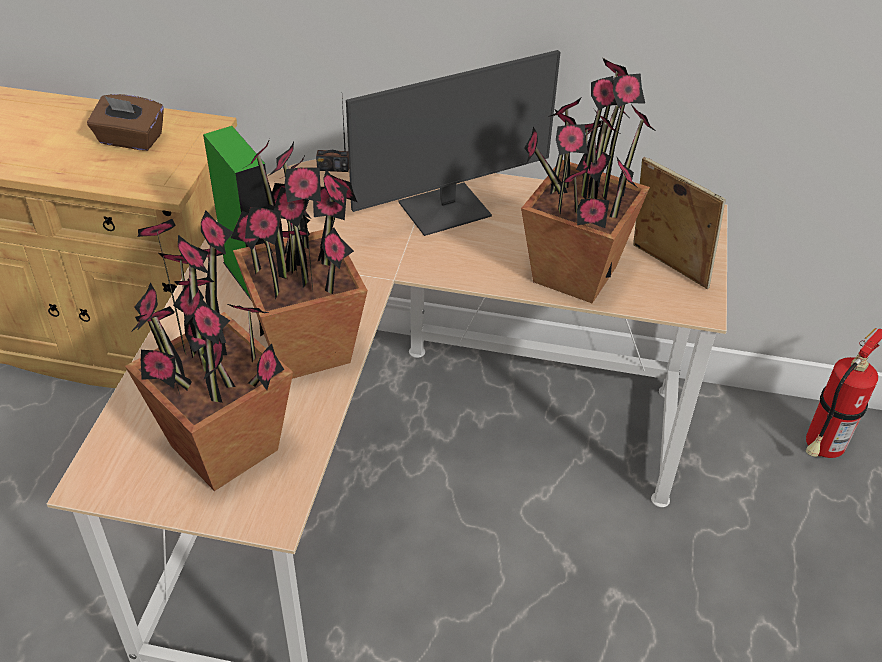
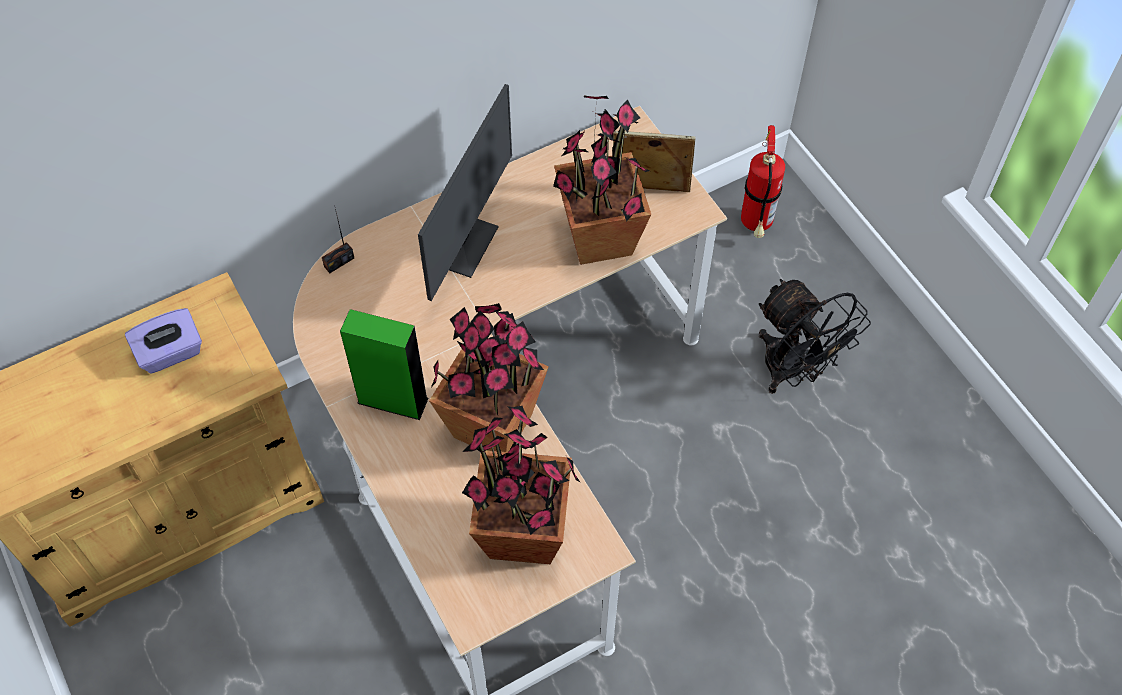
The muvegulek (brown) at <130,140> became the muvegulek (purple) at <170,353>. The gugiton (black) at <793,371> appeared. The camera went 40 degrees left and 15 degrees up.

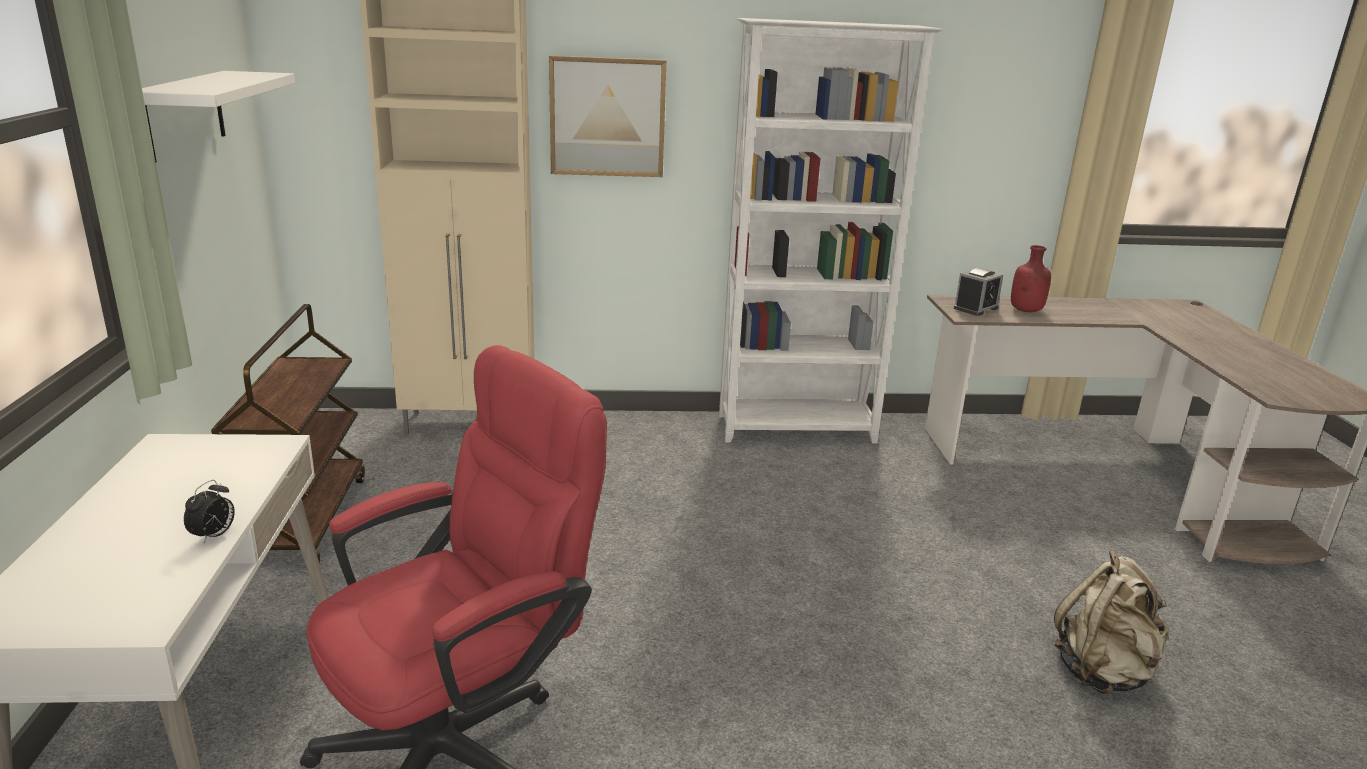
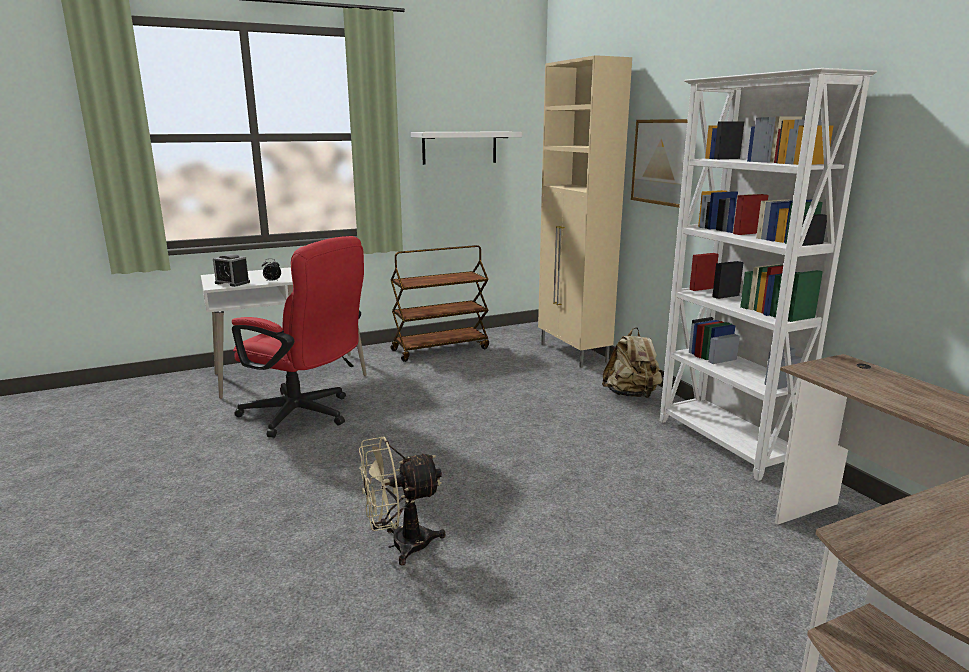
The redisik moved from <975,308> to <232,283>. The gugiton (beige) at <400,545> appeared. The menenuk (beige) moved from <1103,672> to <631,395>. The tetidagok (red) at <1026,310> disappeared. The camera went 70 degrees right and 5 degrees down.

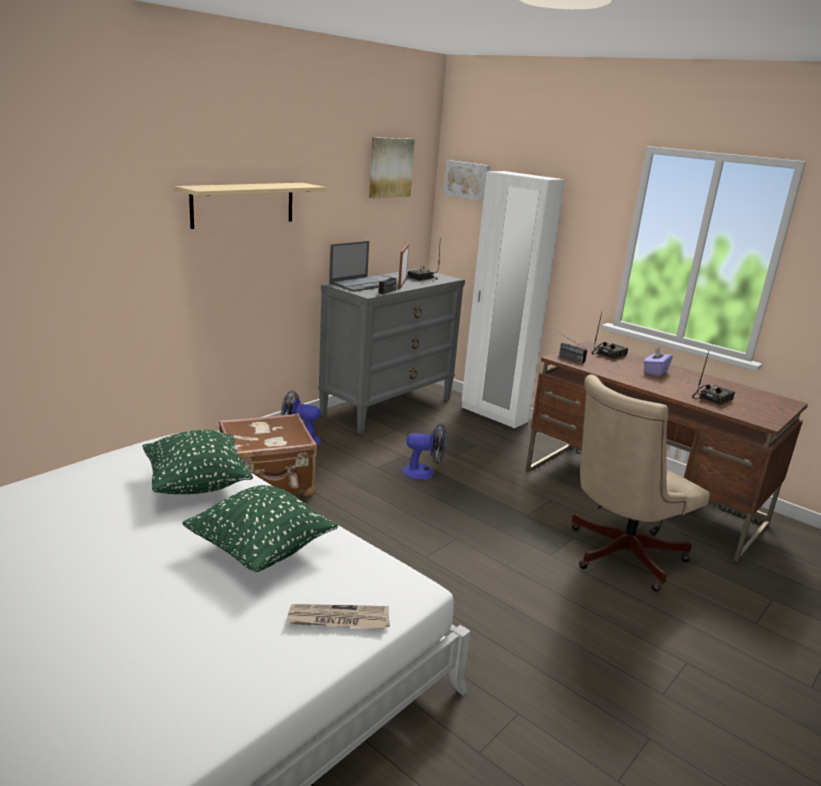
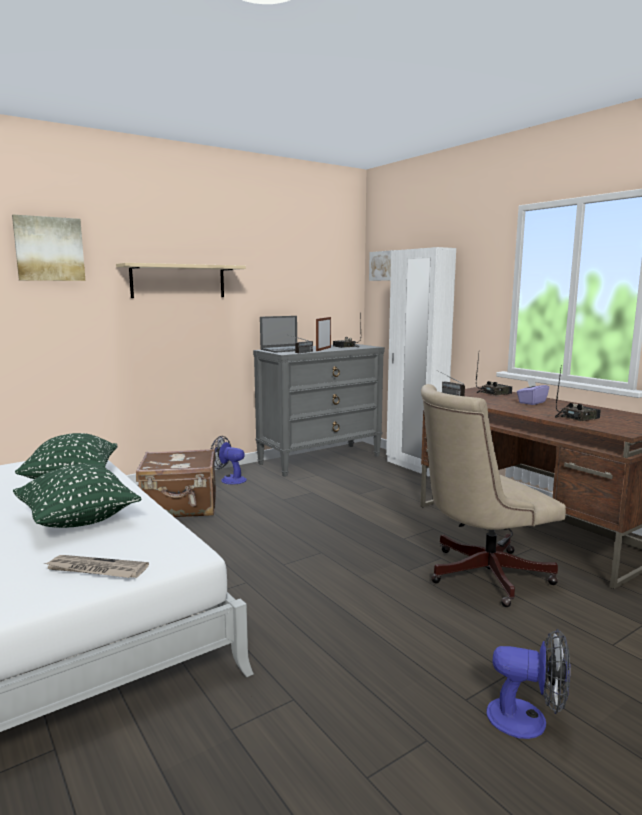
The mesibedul moved from <390,167> to <49,249>. The gugiton moved from <424,473> to <527,720>. The camera went 15 degrees right and 10 degrees down.

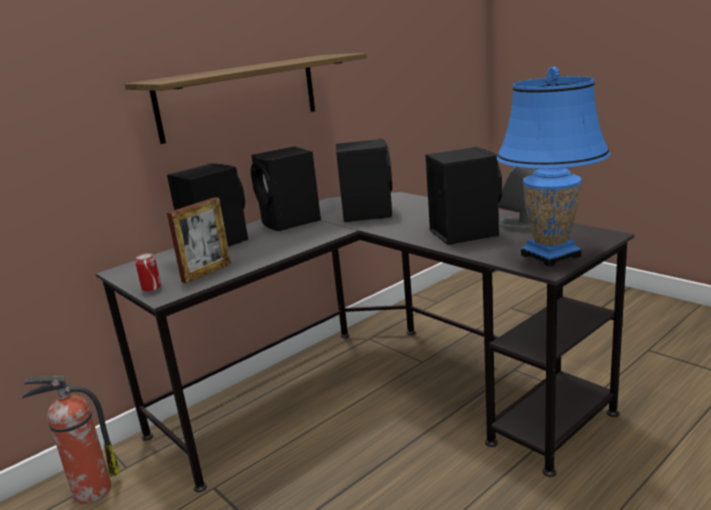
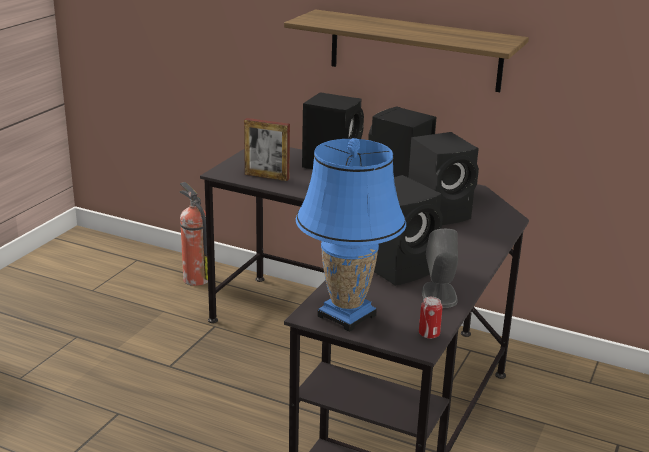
The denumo moved from <151,288> to <429,334>. The camera went 65 degrees right and 5 degrees up.

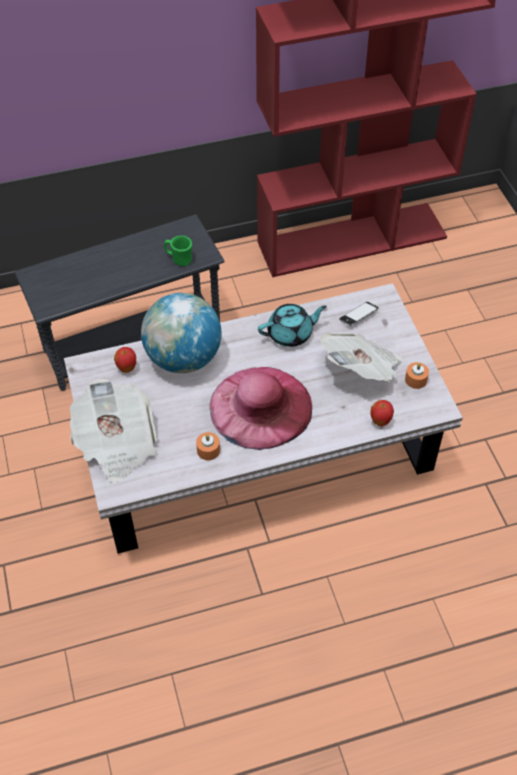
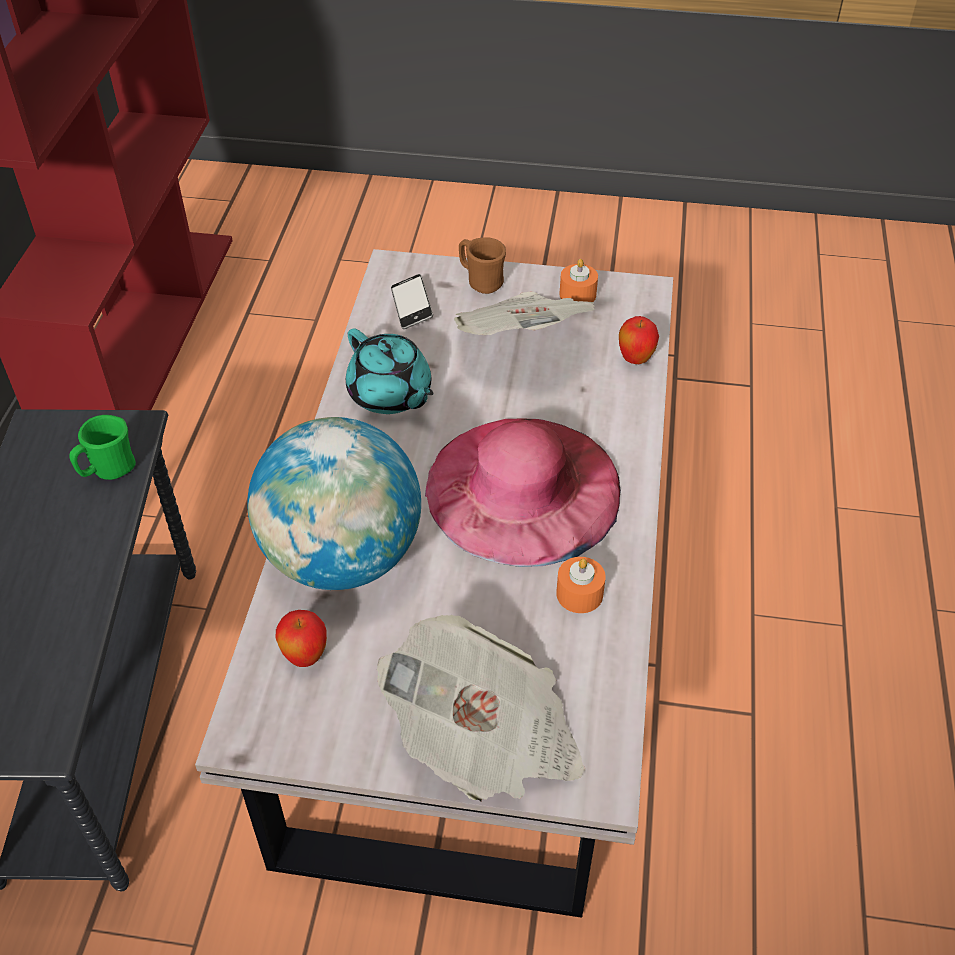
The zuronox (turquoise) at <291,334> turned 135 degrees clockwise. The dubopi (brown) at <480,281> appeared. The camera went 65 degrees left and 5 degrees down.

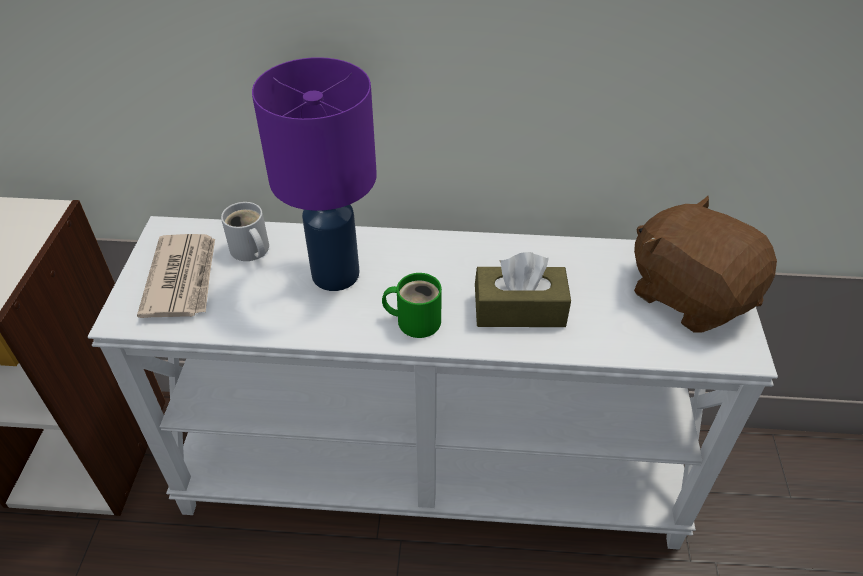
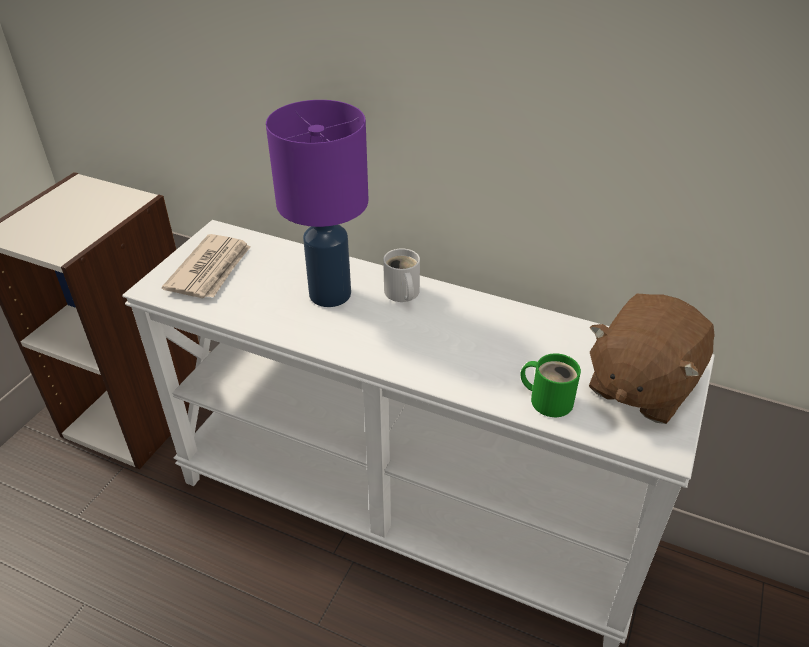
The dubopi (white) moved from <250,251> to <401,294>. The dubopi (green) moved from <415,320> to <548,399>. The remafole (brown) at <690,295> turned 120 degrees counterclockwise. The muvegulek (brown) at <519,310> disappeared. The camera went 20 degrees right and 5 degrees down.

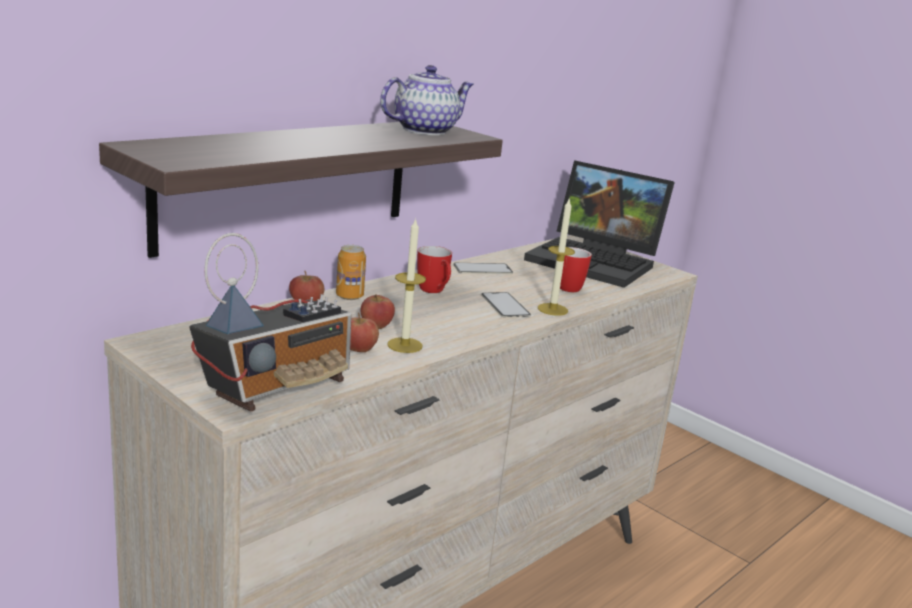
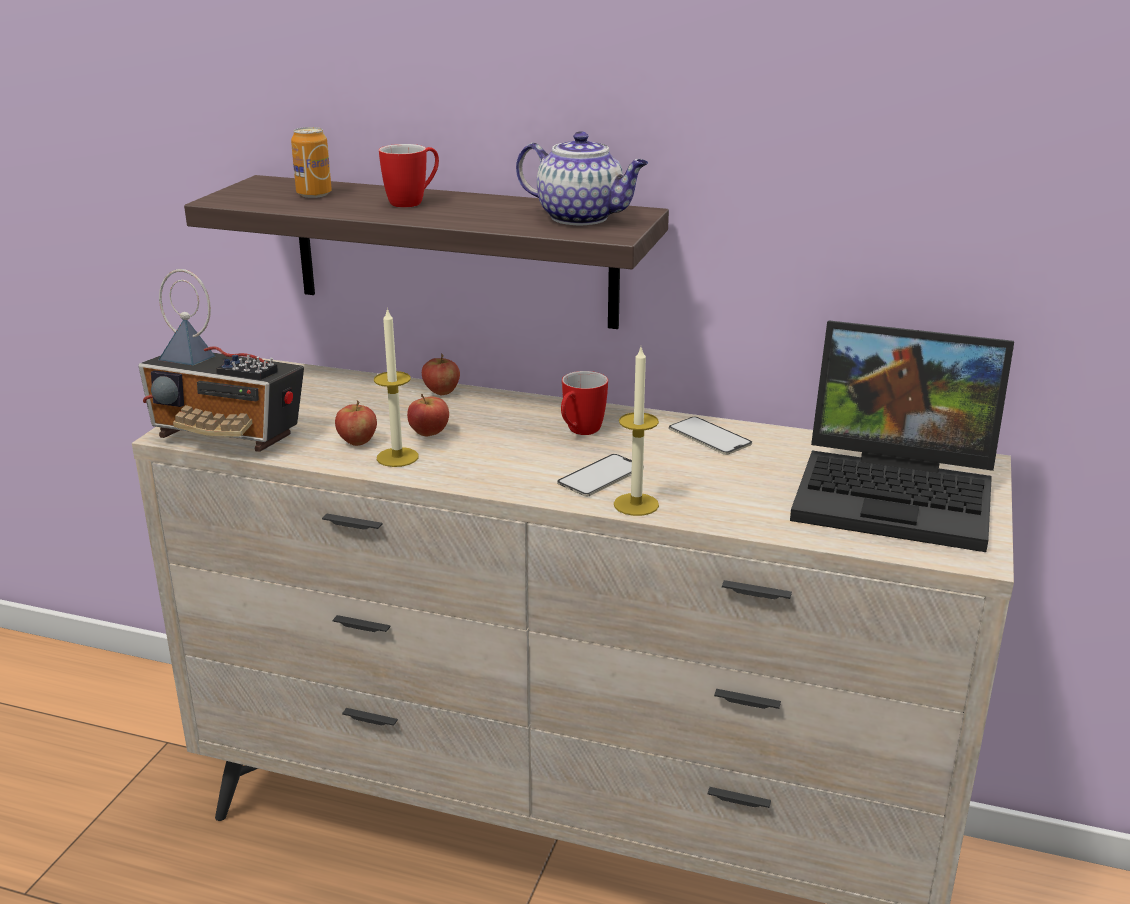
The denumo moved from <349,296> to <314,194>. The dubopi moved from <566,286> to <413,202>. The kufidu at <597,262> turned 75 degrees counterclockwise. The camera went 65 degrees right and 5 degrees up.

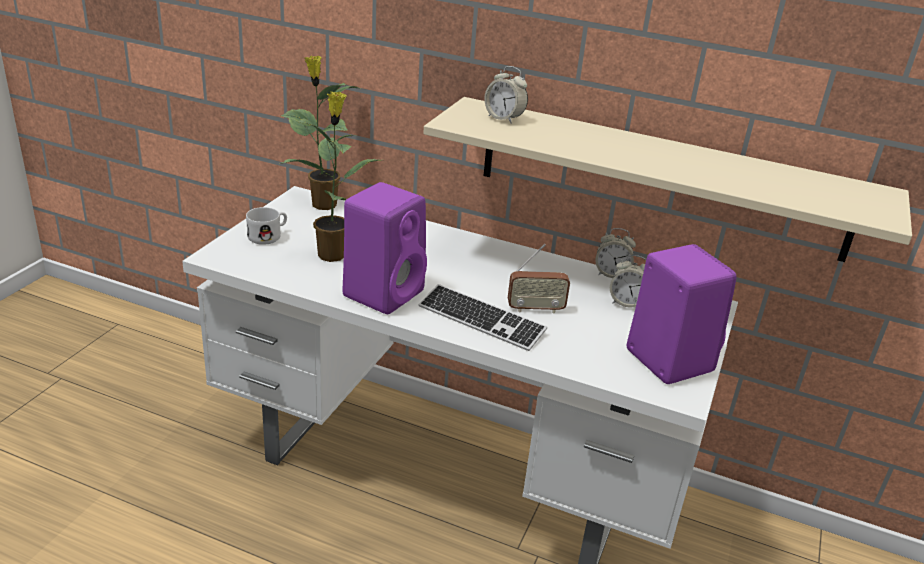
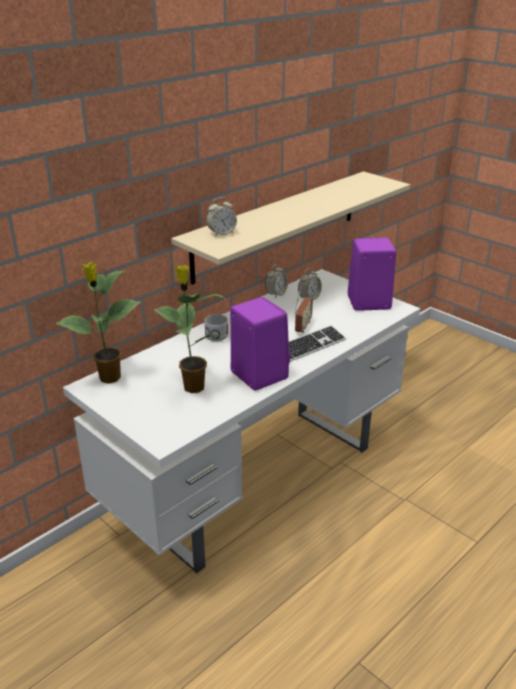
The dubopi (white) moved from <269,236> to <215,334>. The camera went 65 degrees left and 0 degrees up.

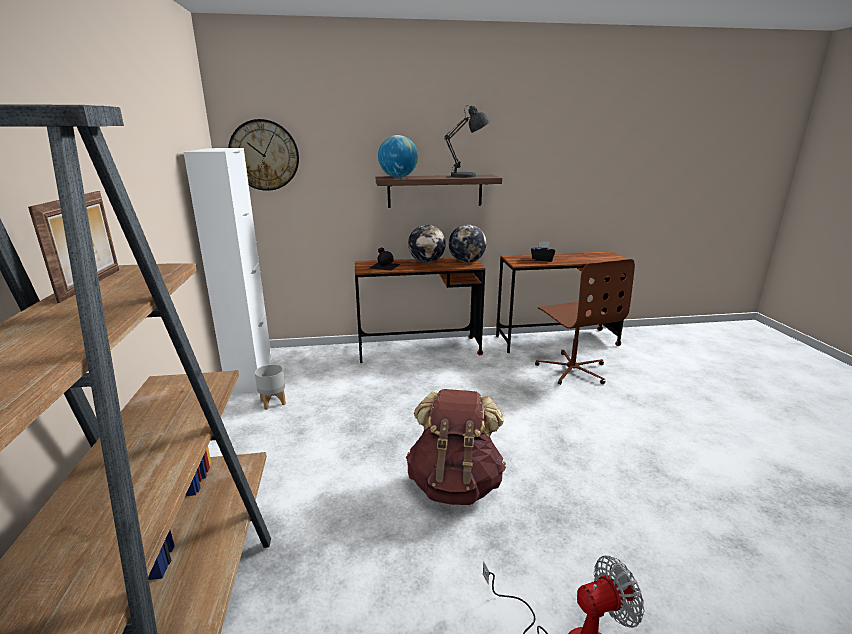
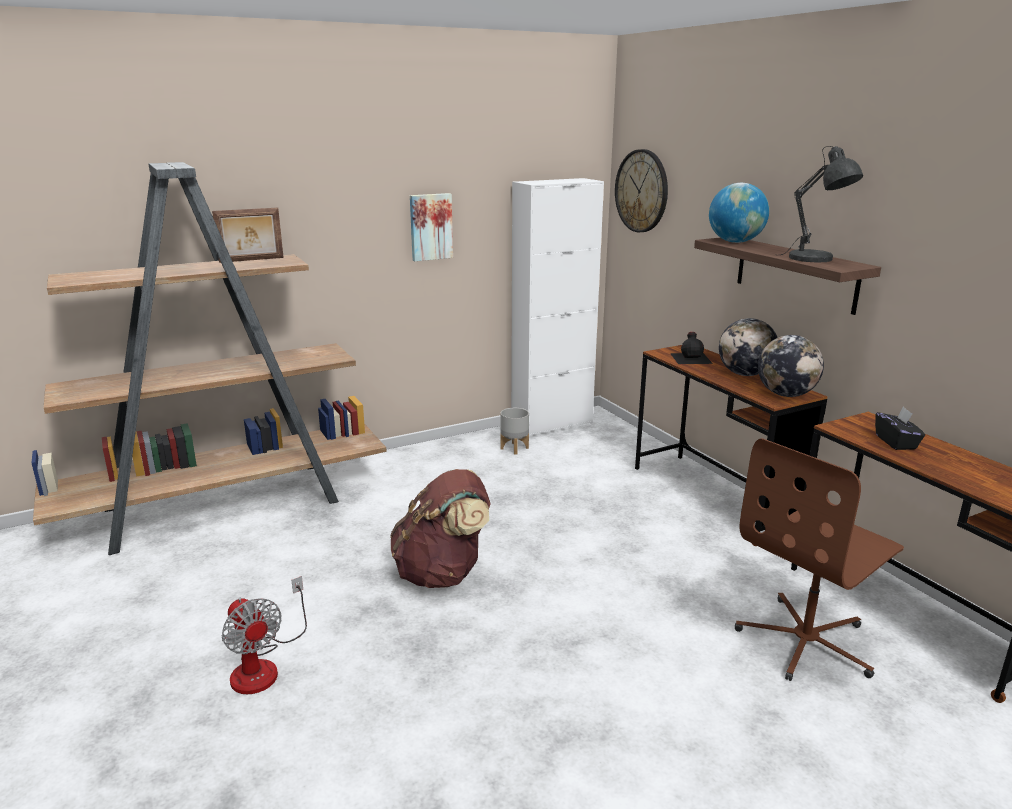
The mesibedul at <430,226> appeared. The camera went 70 degrees right and 0 degrees up.

